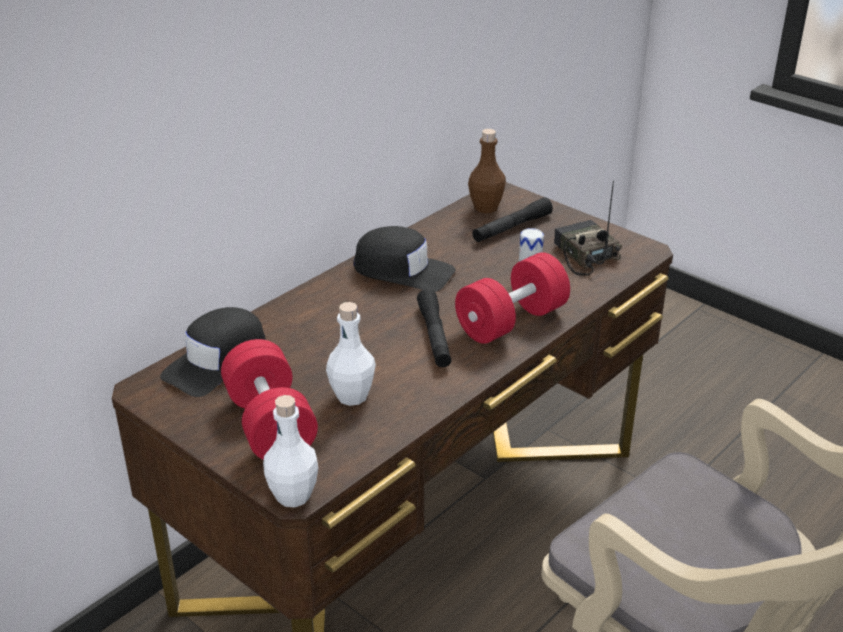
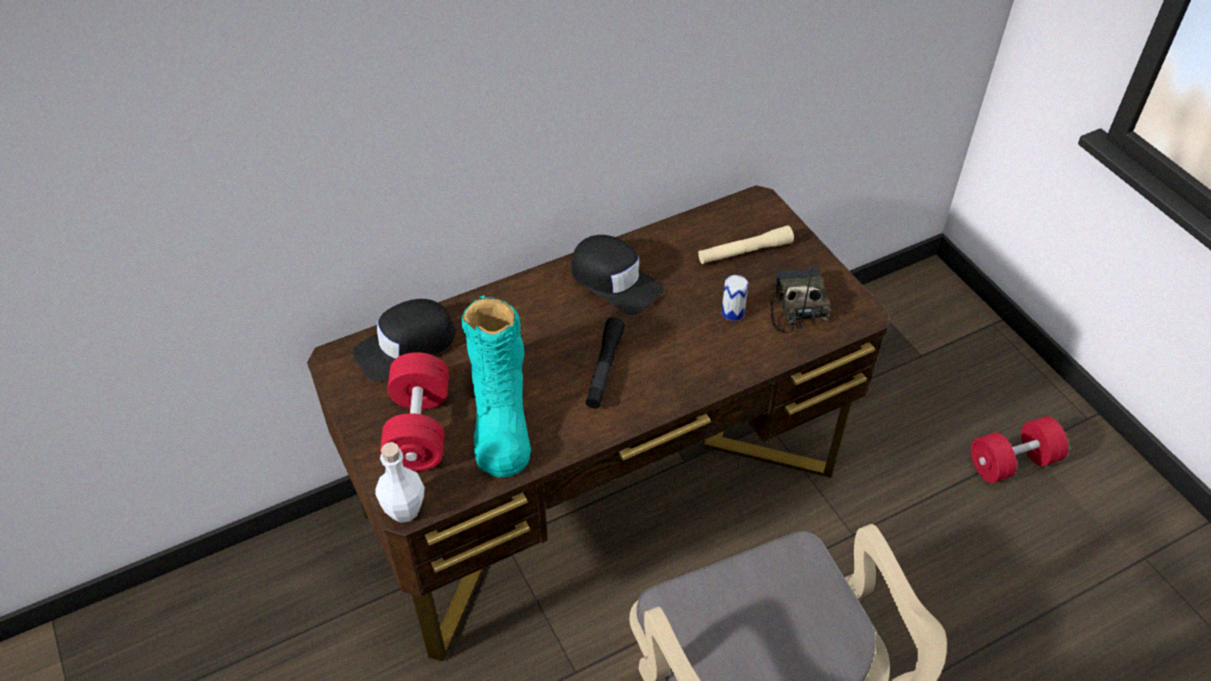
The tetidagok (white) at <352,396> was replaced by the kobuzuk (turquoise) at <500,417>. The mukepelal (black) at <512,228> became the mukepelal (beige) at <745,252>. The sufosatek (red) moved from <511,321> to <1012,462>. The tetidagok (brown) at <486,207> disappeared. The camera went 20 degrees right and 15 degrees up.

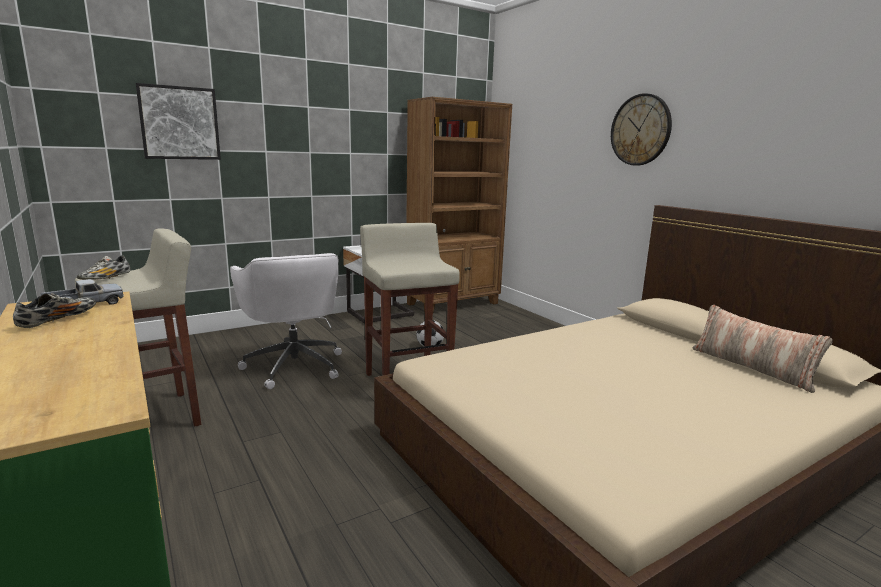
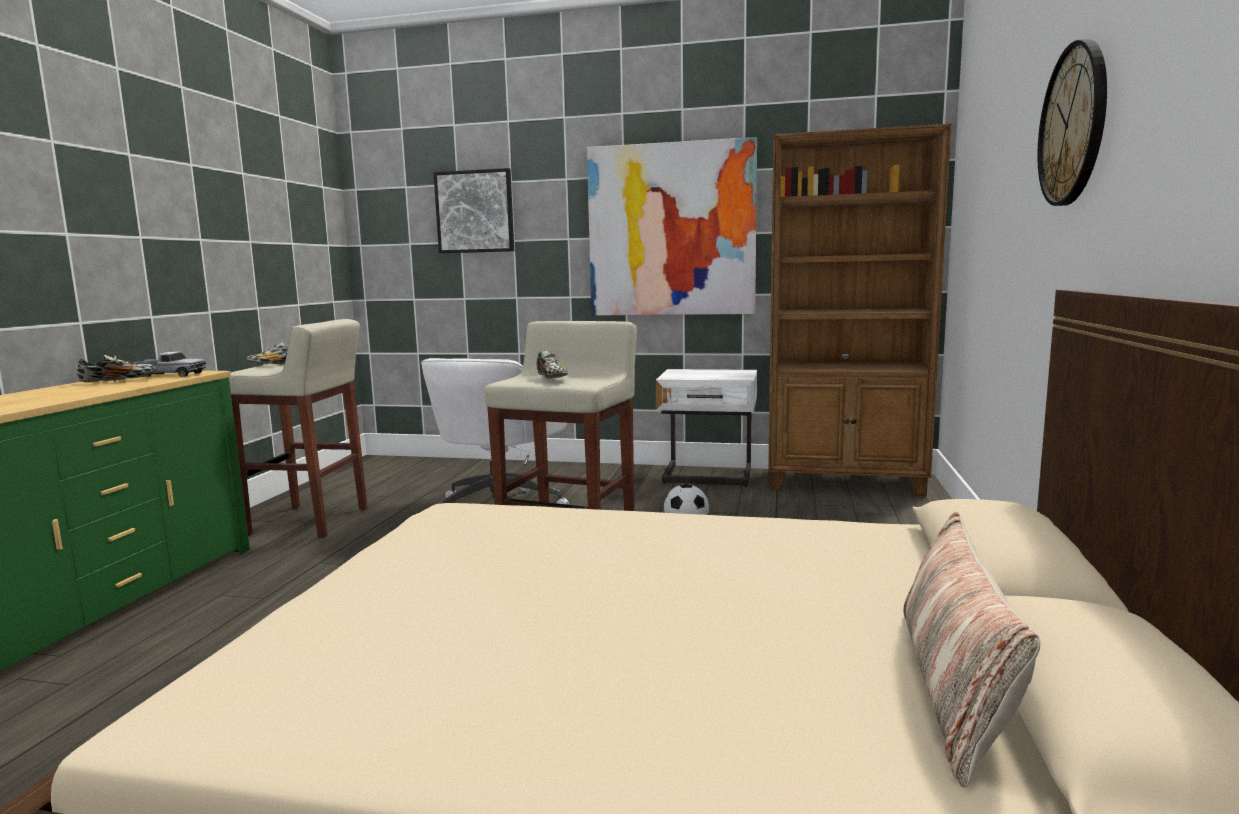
The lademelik at <552,379> appeared. The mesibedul at <671,230> appeared. The camera went 45 degrees right and 5 degrees down.

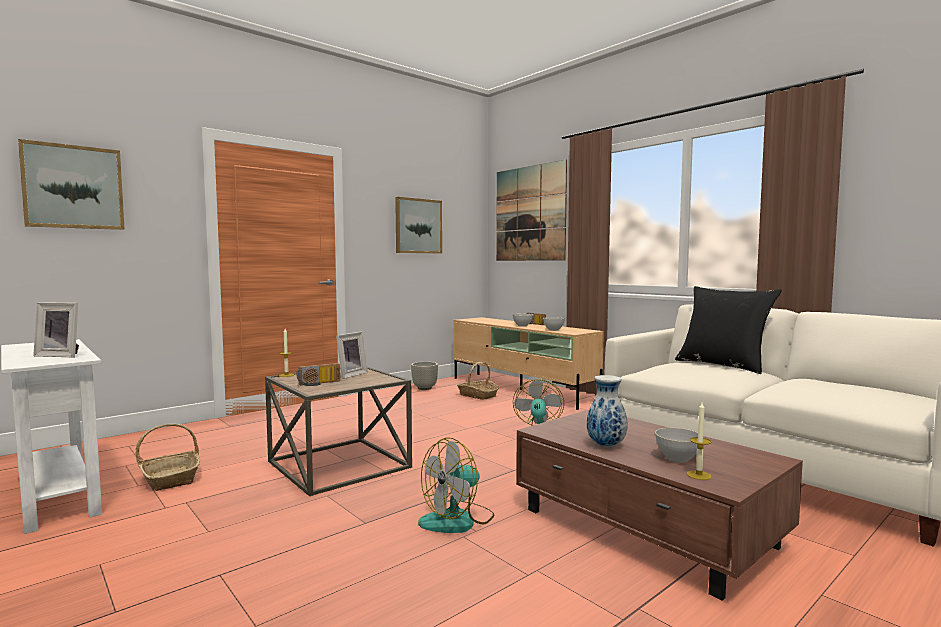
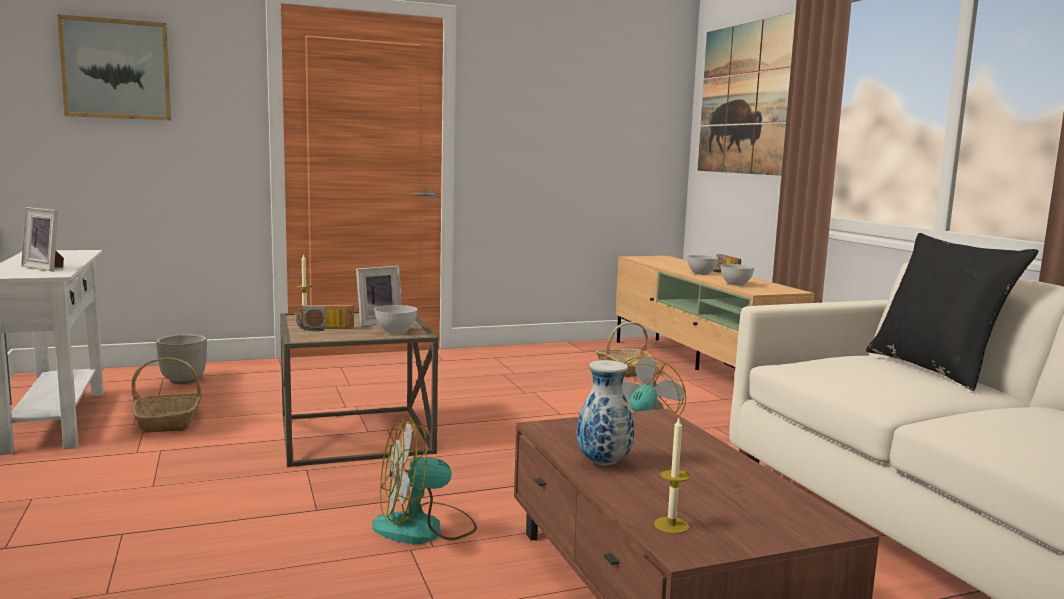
The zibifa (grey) moved from <424,388> to <183,381>. The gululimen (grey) moved from <677,458> to <396,332>. The mesibedul at <418,226> disappeared. The camera went 20 degrees right and 5 degrees up.

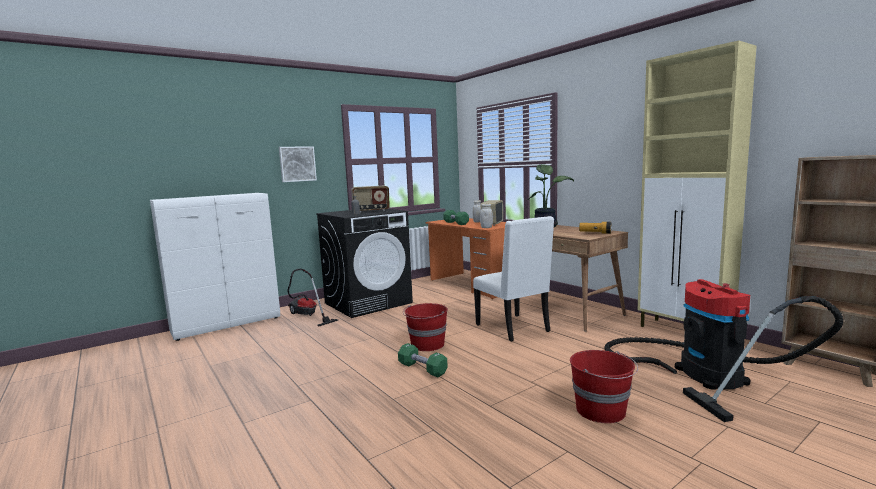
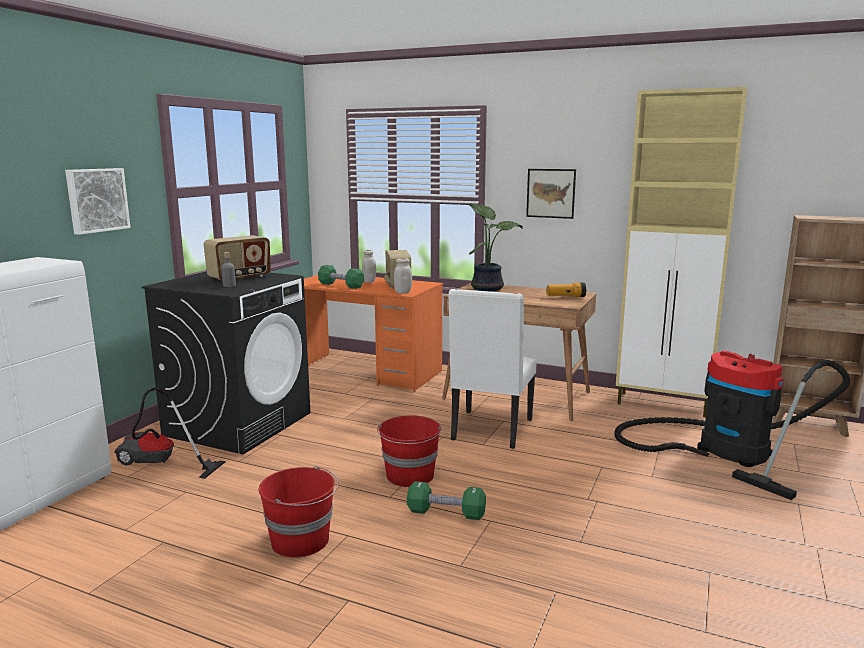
The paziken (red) moved from <601,410> to <301,540>. The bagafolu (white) at <514,328> turned 75 degrees clockwise. The mesibedul at <551,193> appeared. The camera went 30 degrees left and 5 degrees up.

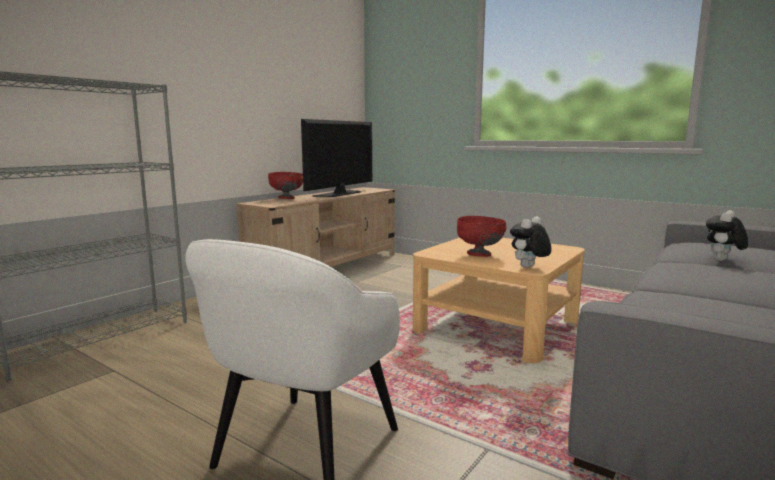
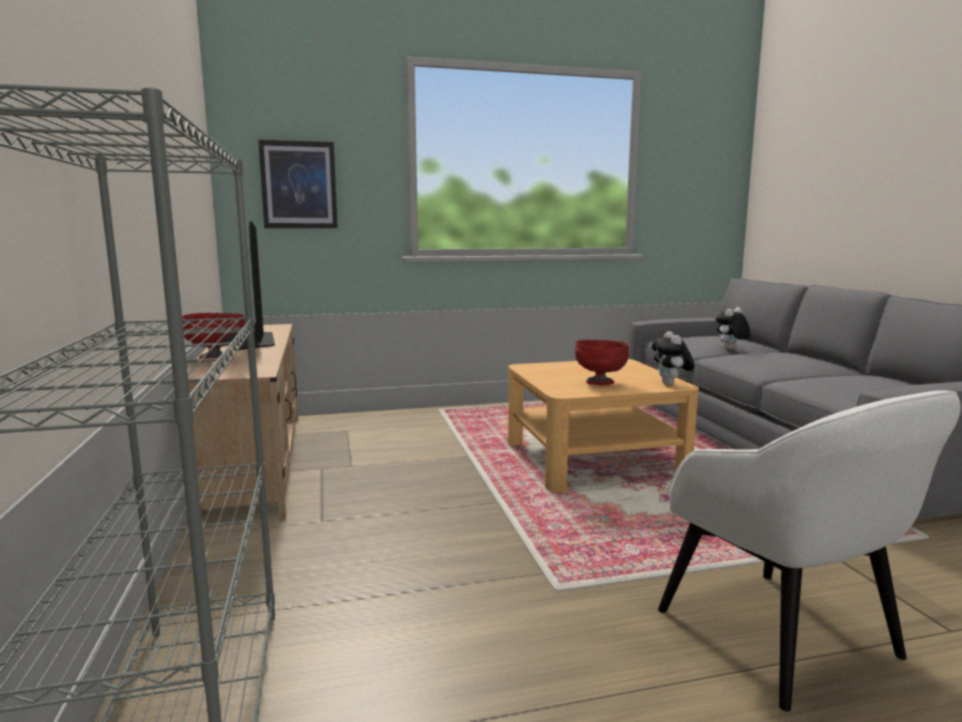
The mesibedul at <299,185> appeared. The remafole at <722,260> turned 60 degrees clockwise. The camera went 50 degrees left and 0 degrees up.

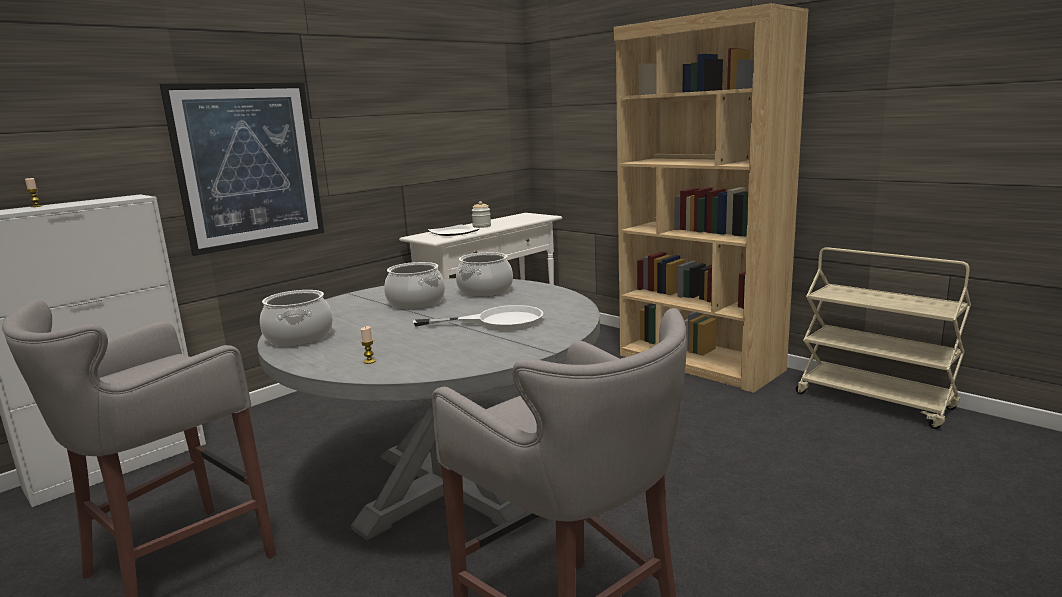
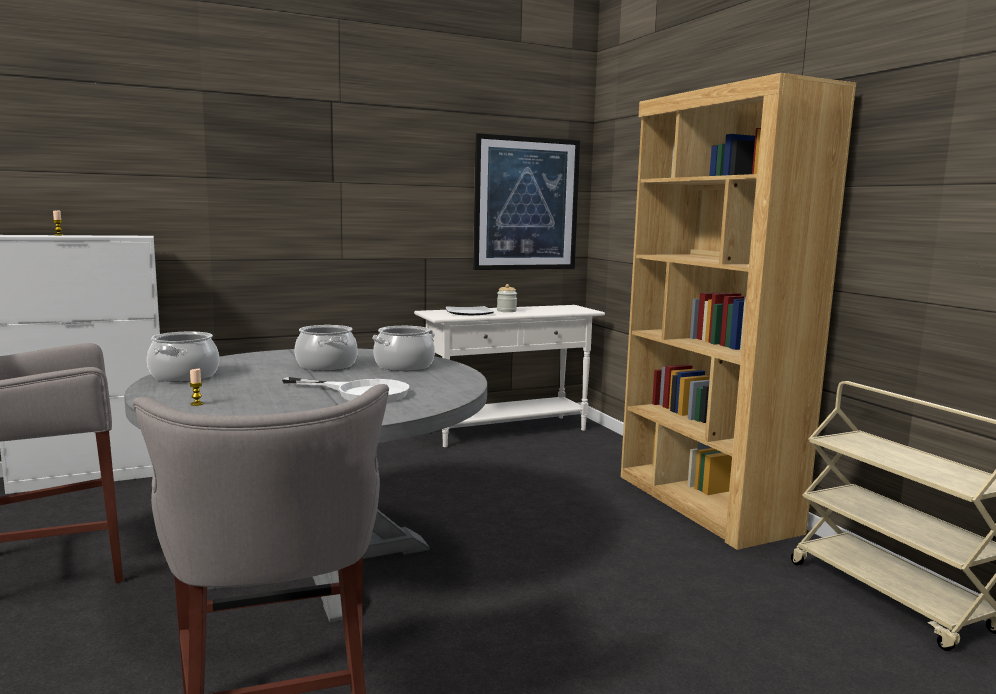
The mesibedul moved from <249,165> to <526,204>. The camera went 20 degrees right and 5 degrees down.

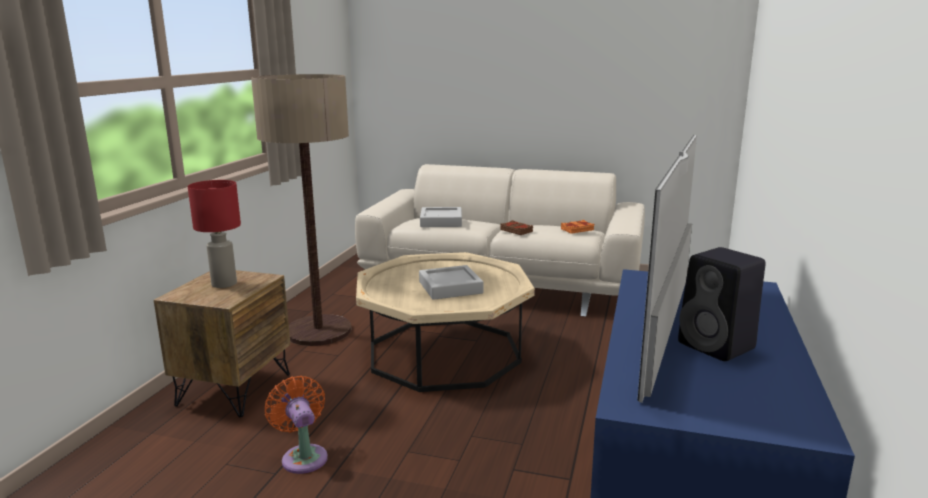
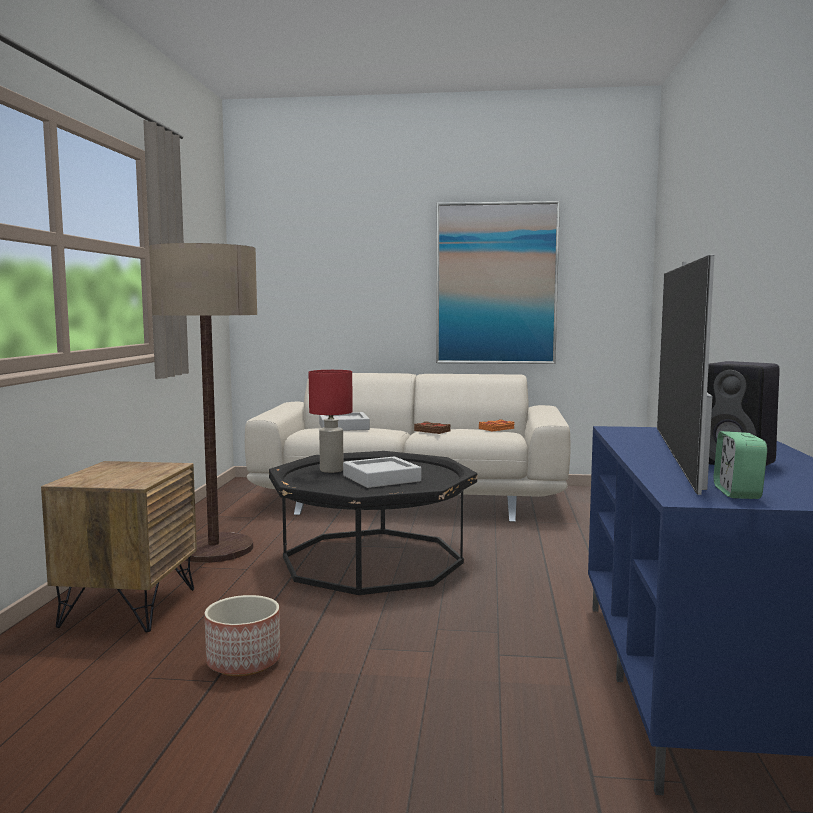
The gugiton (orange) at <303,456> was replaced by the zibifa at <243,662>. The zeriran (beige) at <444,353> became the zeriran (black) at <372,560>. The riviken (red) moved from <224,284> to <332,470>. The mesibedul at <496,284> appeared. The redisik at <737,493> appeared. The camera went 10 degrees left and 10 degrees down.

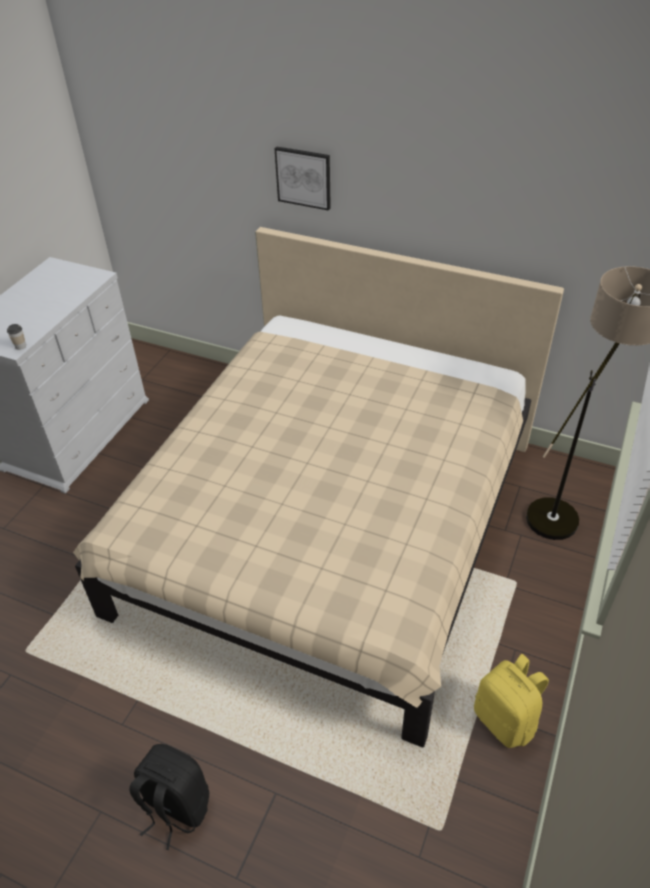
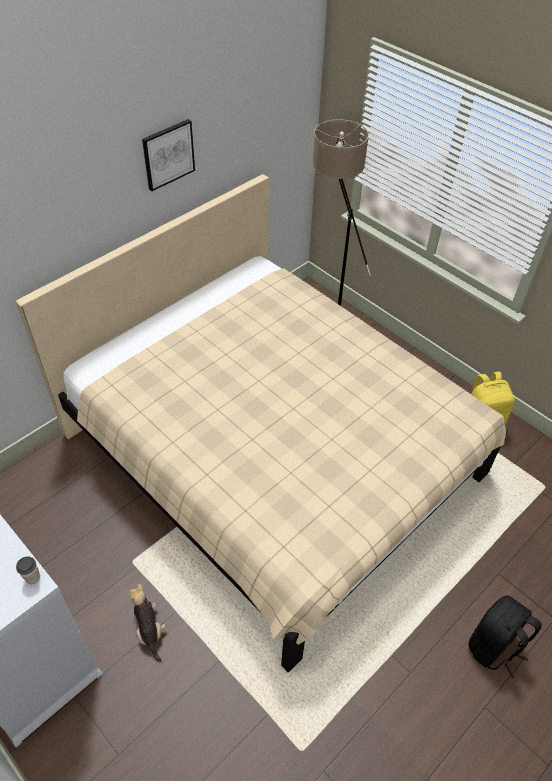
The remafole at <149,629> appeared. The mesibedul moved from <304,177> to <168,154>. The camera went 70 degrees left and 5 degrees up.

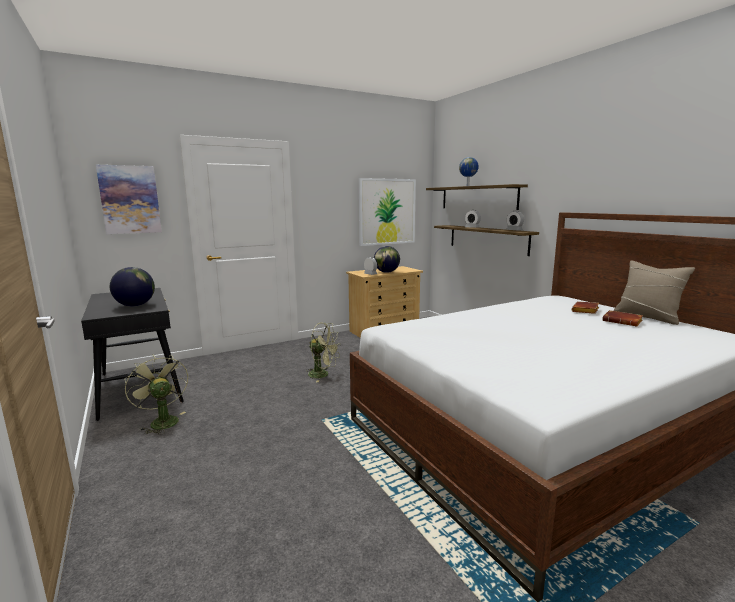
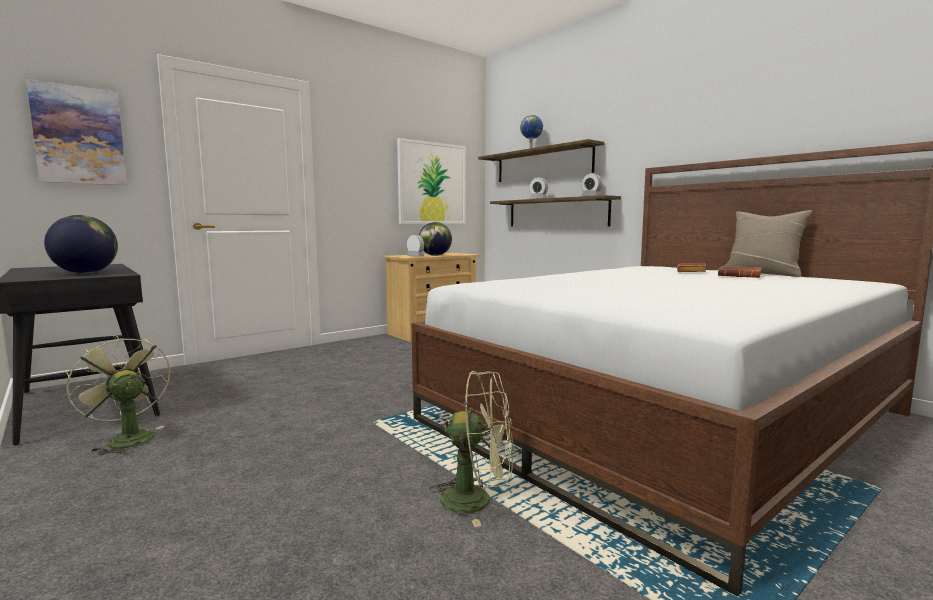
The gugiton (green) moved from <323,375> to <477,500>. The camera went 10 degrees left and 5 degrees down.

